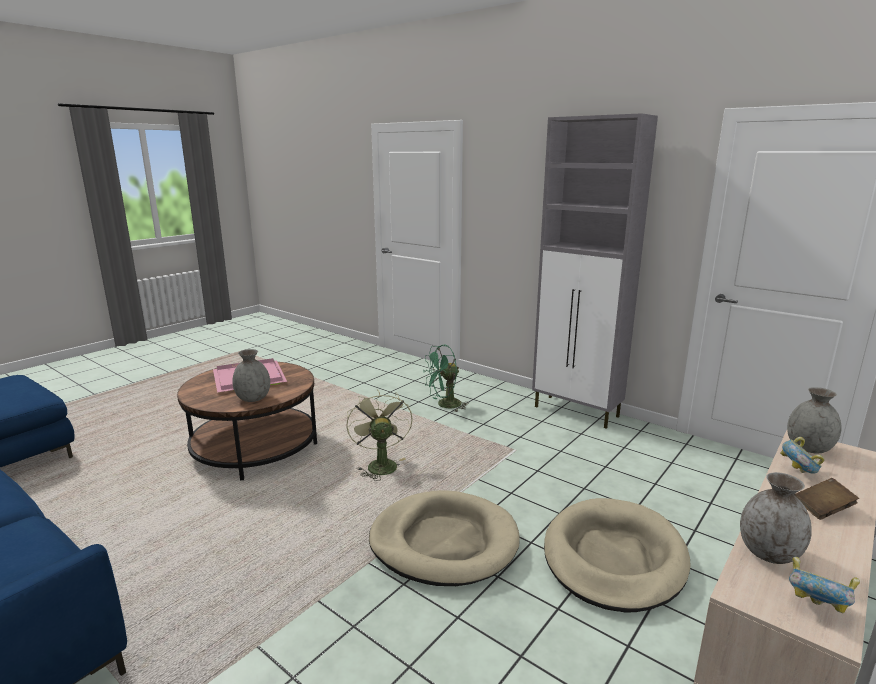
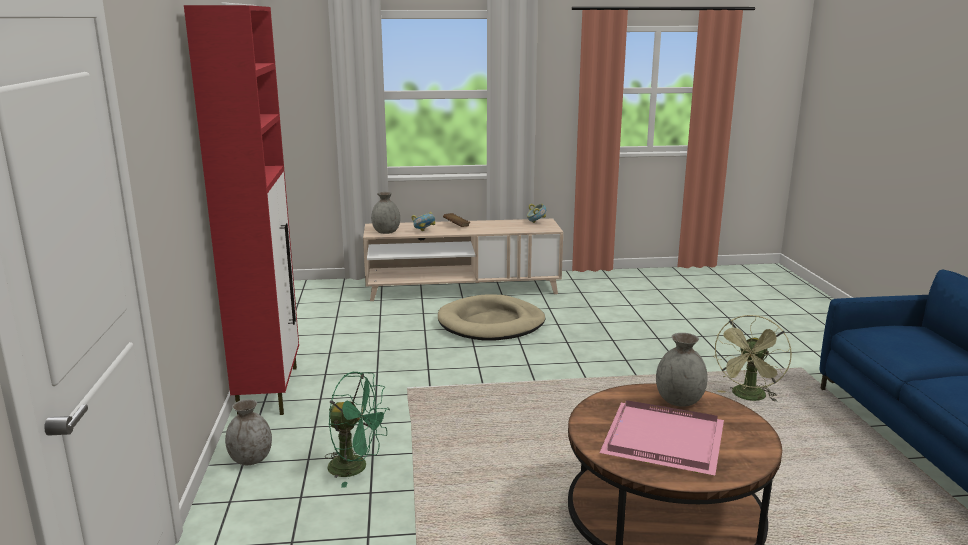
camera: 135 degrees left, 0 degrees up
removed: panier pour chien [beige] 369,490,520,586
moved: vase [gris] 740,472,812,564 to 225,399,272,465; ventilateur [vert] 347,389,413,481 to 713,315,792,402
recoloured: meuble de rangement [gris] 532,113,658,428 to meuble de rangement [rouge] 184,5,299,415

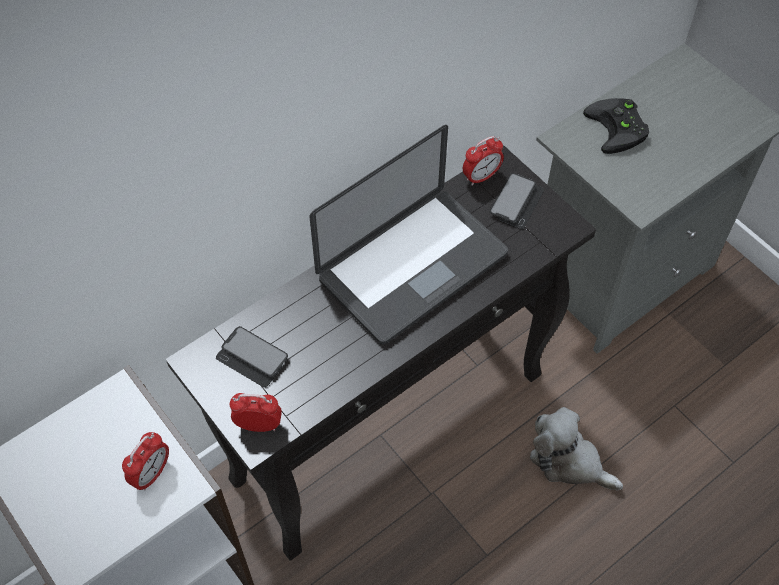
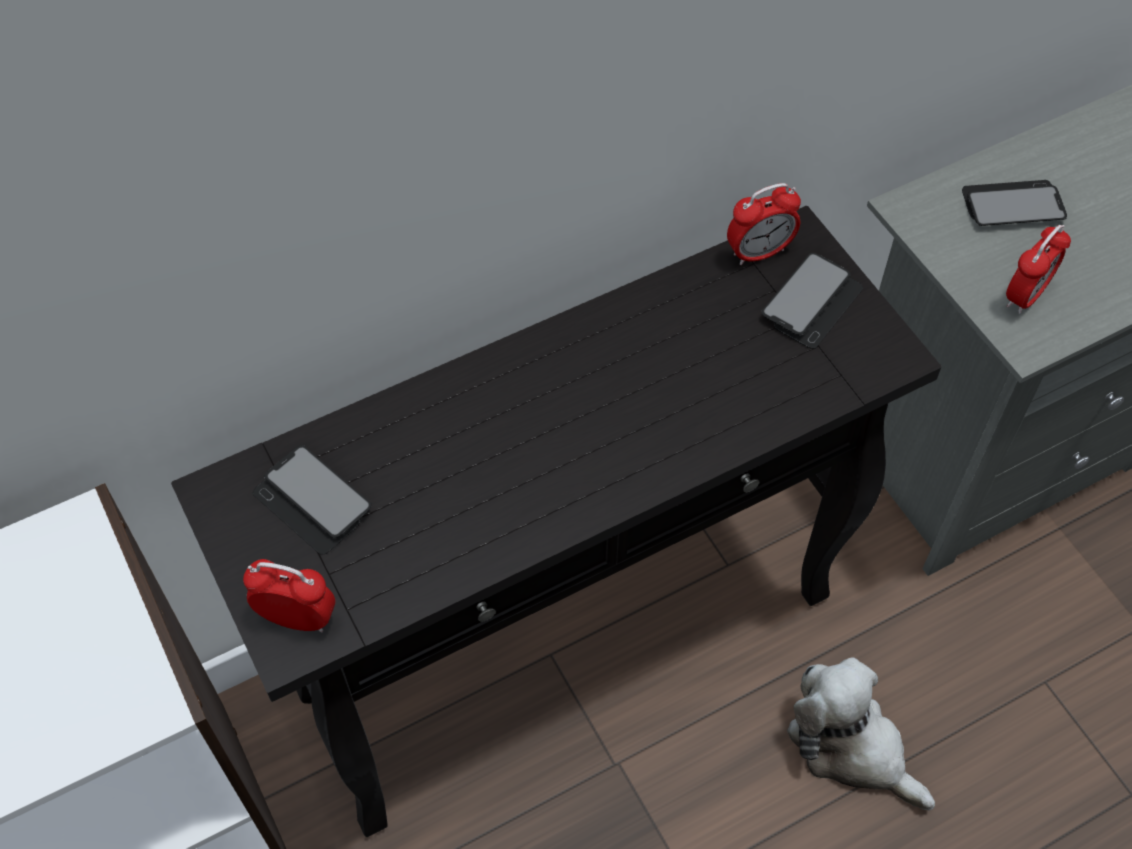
camera: 10 degrees right, 0 degrees up
removed: ordinateur portable 309,125,508,344
moved: réveil 122,432,169,491 to 1006,225,1071,314
replaced: manette [noir] 583,98,649,154 to téléphone 962,180,1067,226

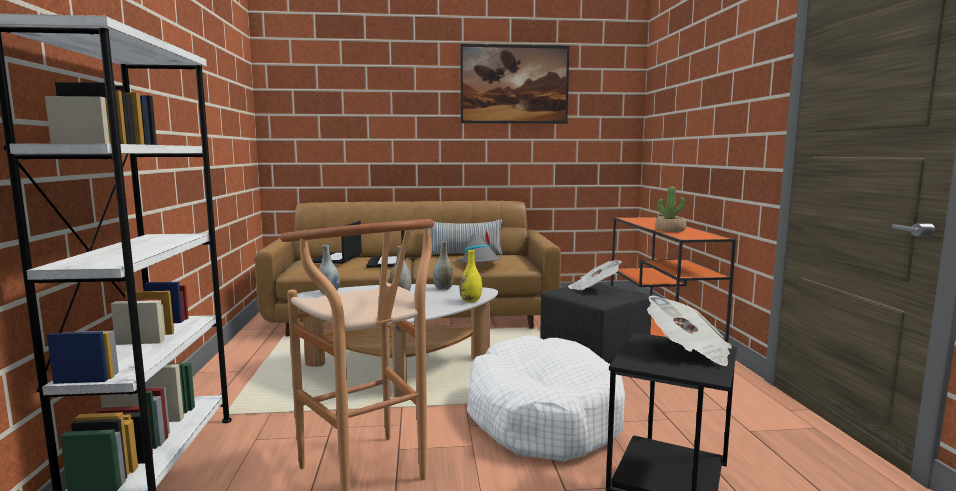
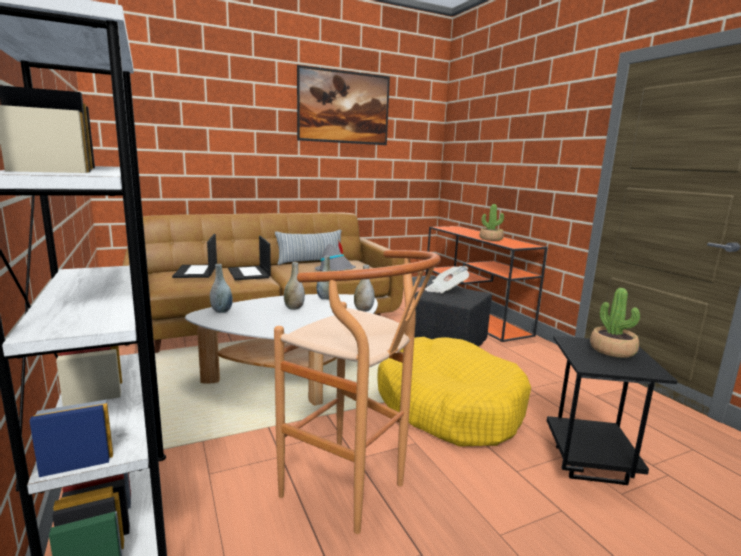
camera: 20 degrees left, 5 degrees up
replaced: journal 647,295,732,366 to plante en pot 590,288,640,358
recoloured: vase [jaune] 459,250,482,303 to vase [gris] 354,265,375,312; panier pour chien [blanc] 467,335,625,462 to panier pour chien [jaune] 377,337,531,447

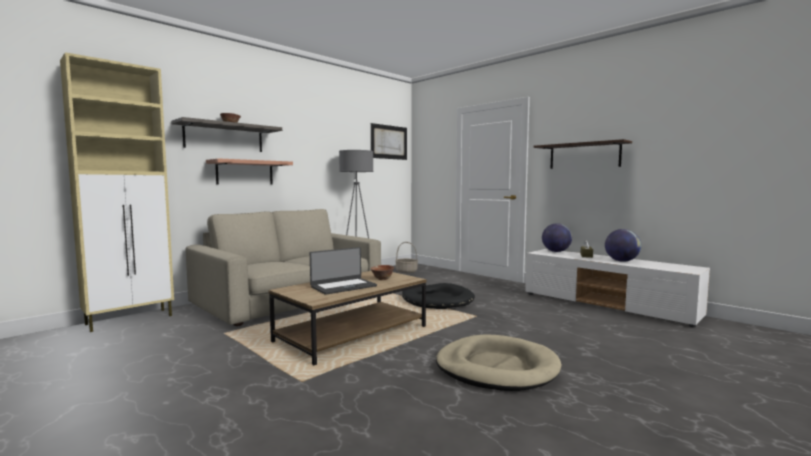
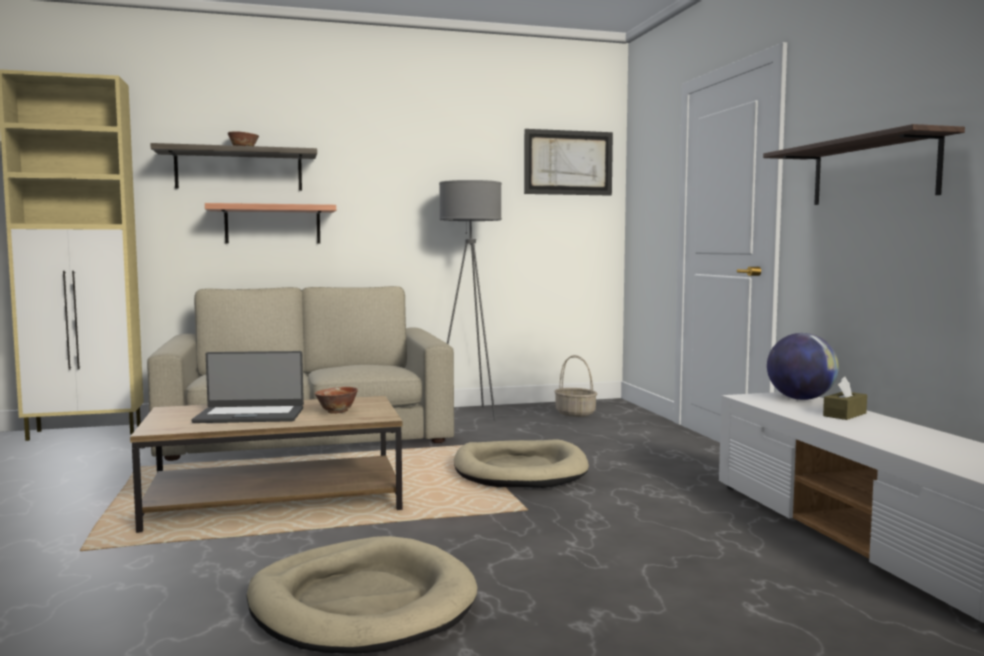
camera: 30 degrees right, 0 degrees up
removed: globe 605,229,641,262
recoloured: panier pour chien [noir] 402,283,475,309 to panier pour chien [beige] 454,439,589,488

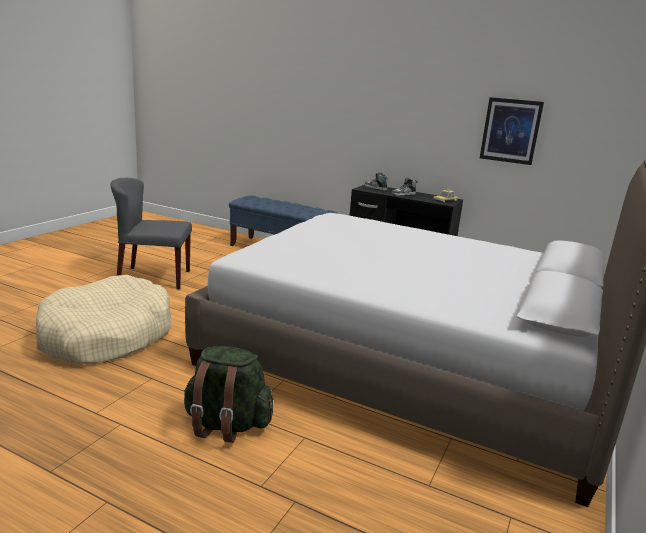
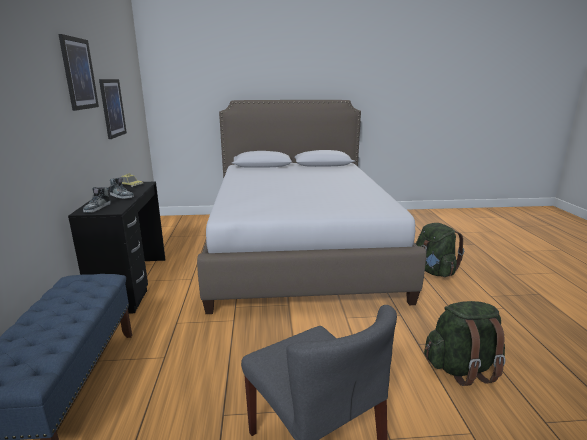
camera: 120 degrees left, 0 degrees up
added: tableau 58,34,99,111
replaced: panier pour chien [beige] 36,275,171,365 to sac à dos [vert] 424,301,505,386

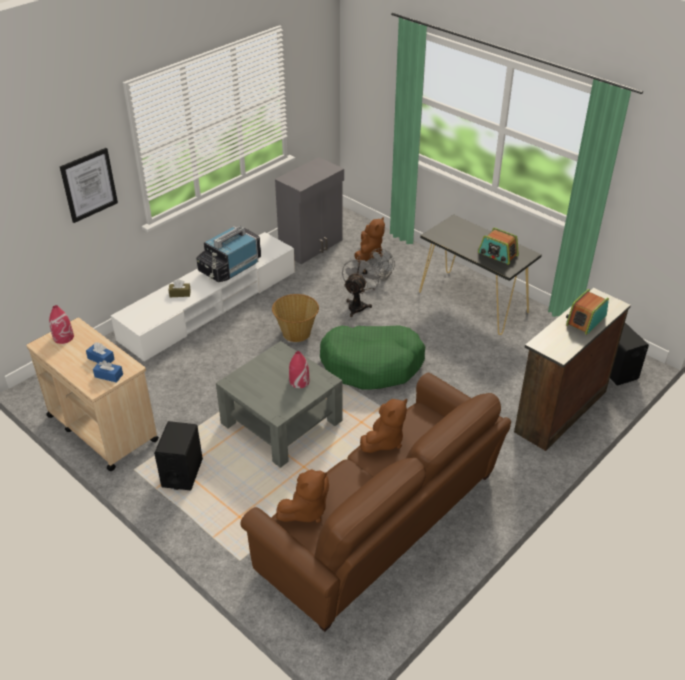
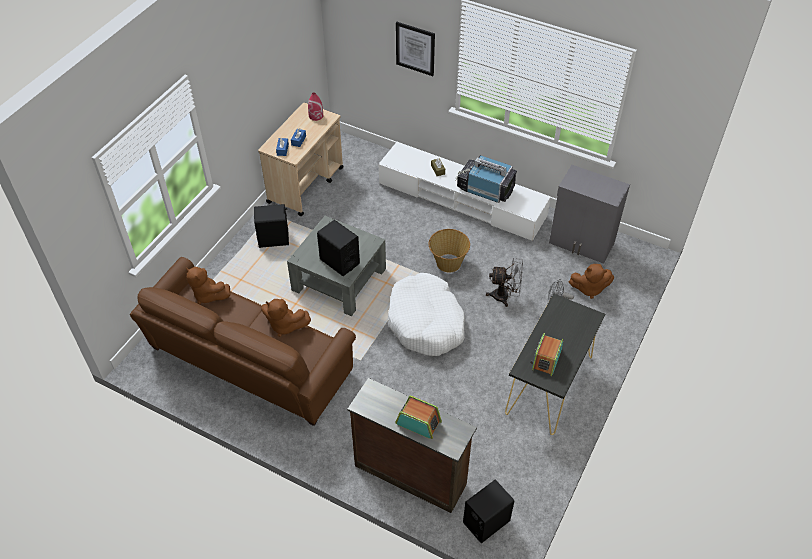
camera: 75 degrees right, 10 degrees up
replaced: vase [rouge] 289,351,309,388 to enceinte [noir] 317,220,360,276
recoloured: panier pour chien [vert] 320,325,425,389 to panier pour chien [blanc] 388,273,465,356

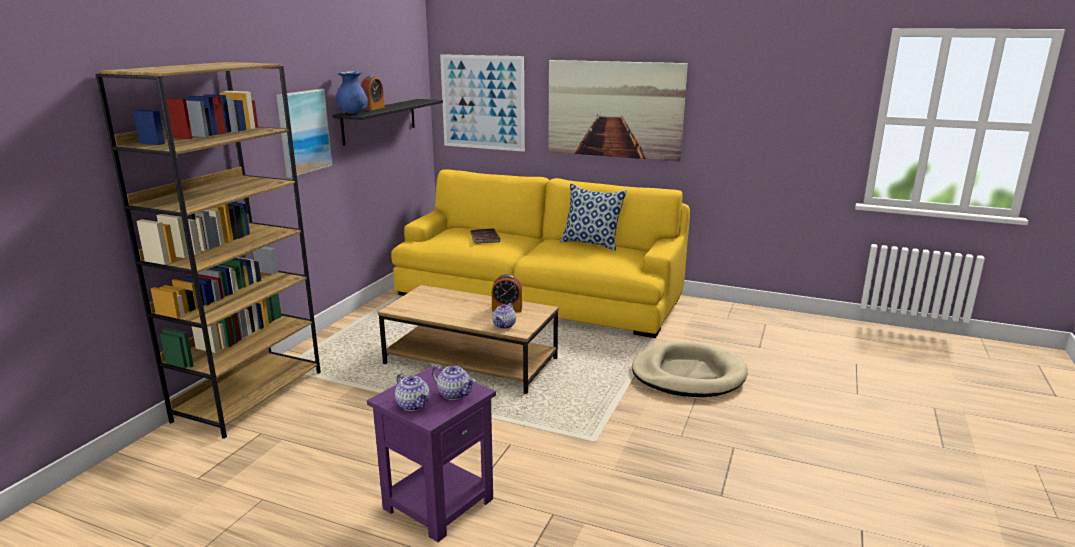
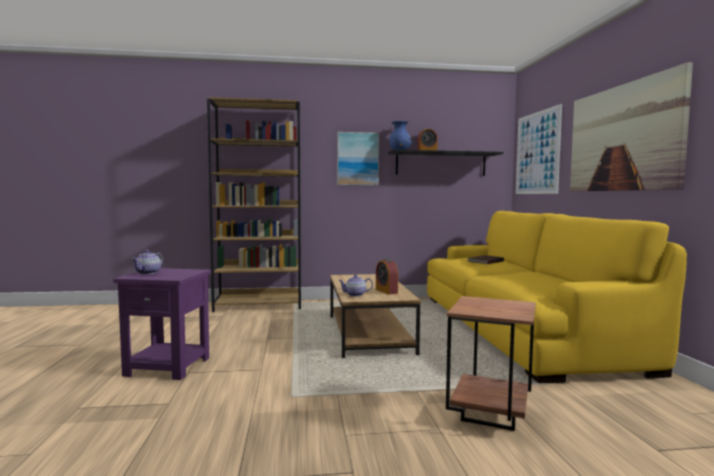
camera: 60 degrees right, 15 degrees down
removed: théière 432,365,475,400; coussin 560,184,627,251
replaced: panier pour chien [beige] 632,341,748,397 to table d'appoint [marron] 446,296,536,431

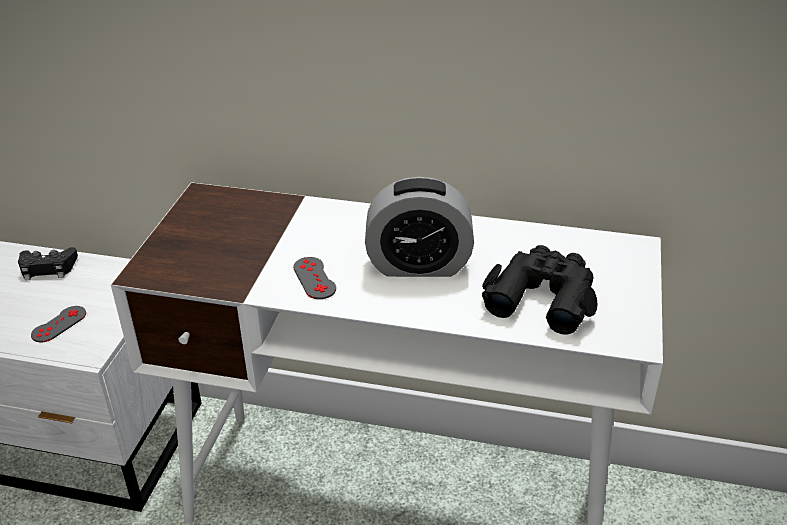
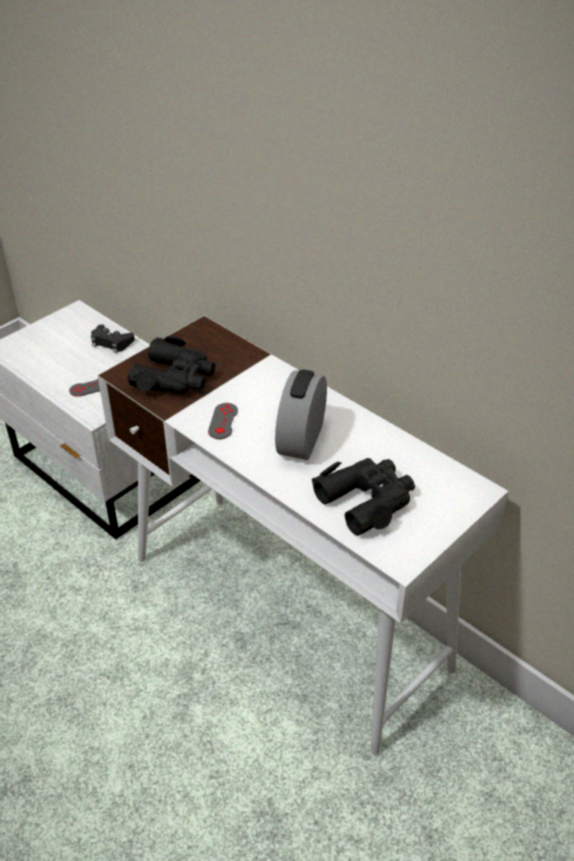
camera: 30 degrees right, 5 degrees up
added: jumelles [noir] 127,336,216,394
turned: réveil 365,177,474,277 = 275,369,327,460 75 degrees clockwise

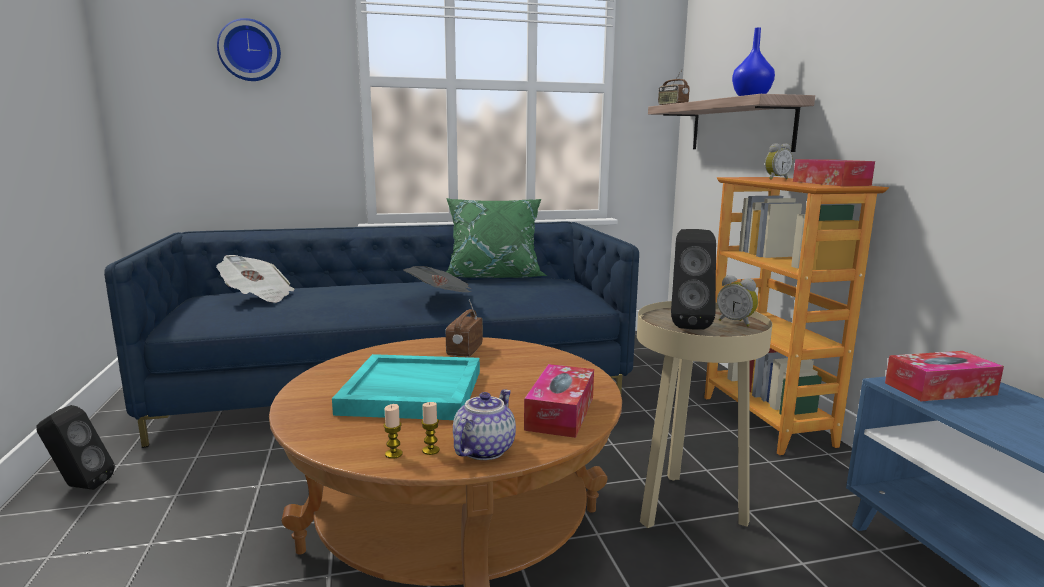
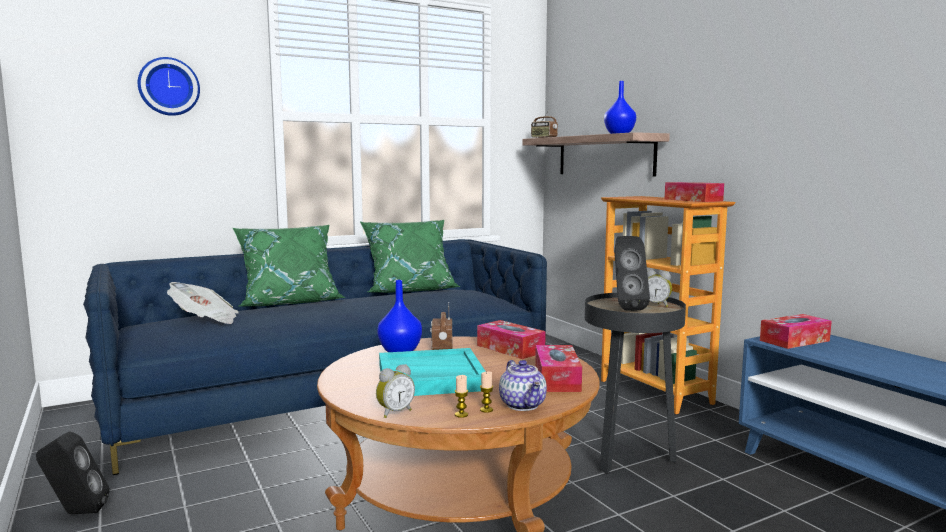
camera: 15 degrees left, 5 degrees down
removed: journal 404,266,471,292
added: coussin [vert] 233,225,346,306; vase [bleu] 377,280,422,352; boîte à mouchoirs 477,320,546,359
moved: réveil 765,143,793,180 to 376,364,415,418
recoloured: table d'appoint [beige] 637,301,772,528 to table d'appoint [noir] 585,293,686,473
turned: théière 453,390,516,460 = 499,360,547,411 150 degrees clockwise

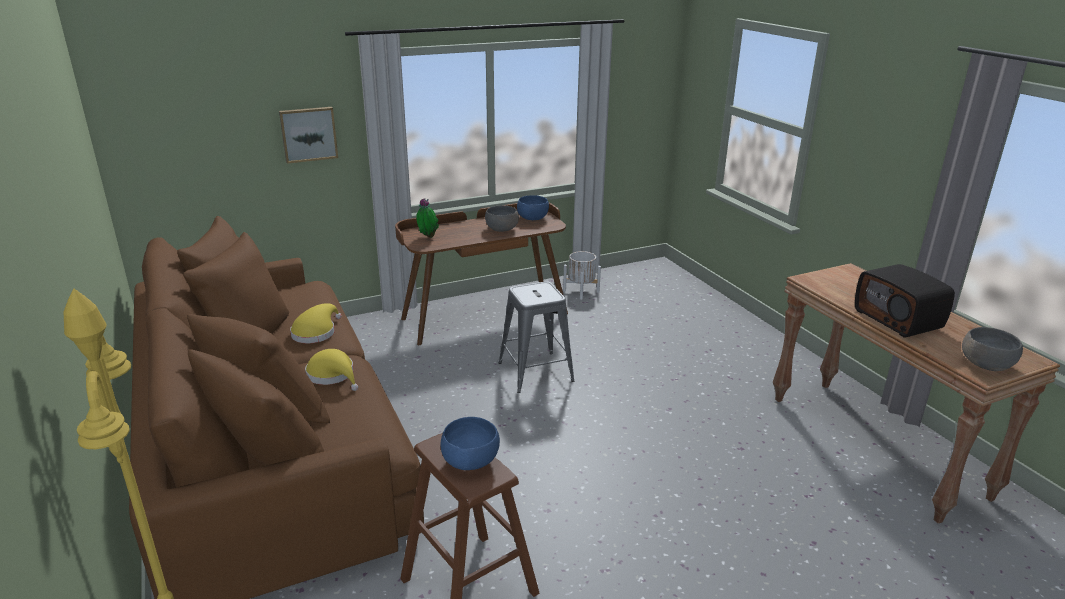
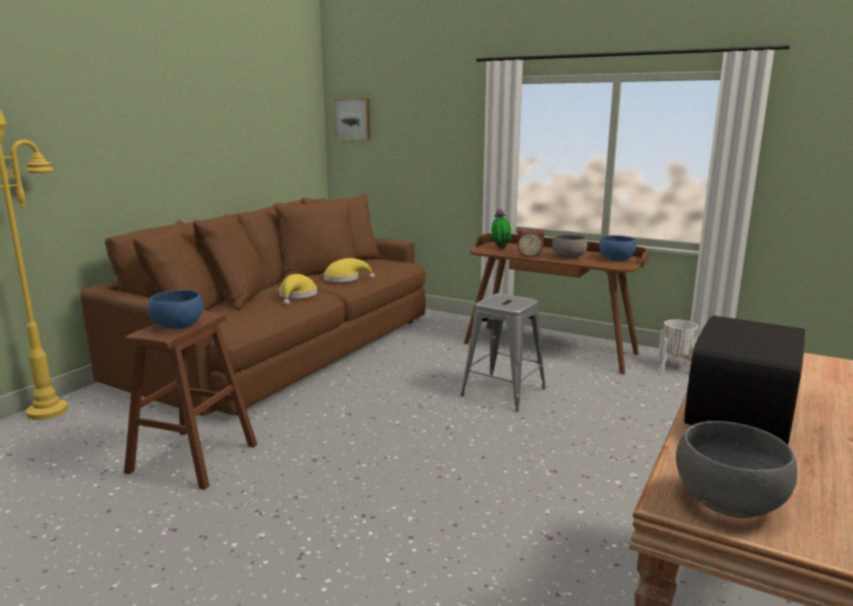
camera: 55 degrees right, 10 degrees down
added: réveil 517,228,544,257
moved: tableau 279,107,338,164 to 334,98,370,140

